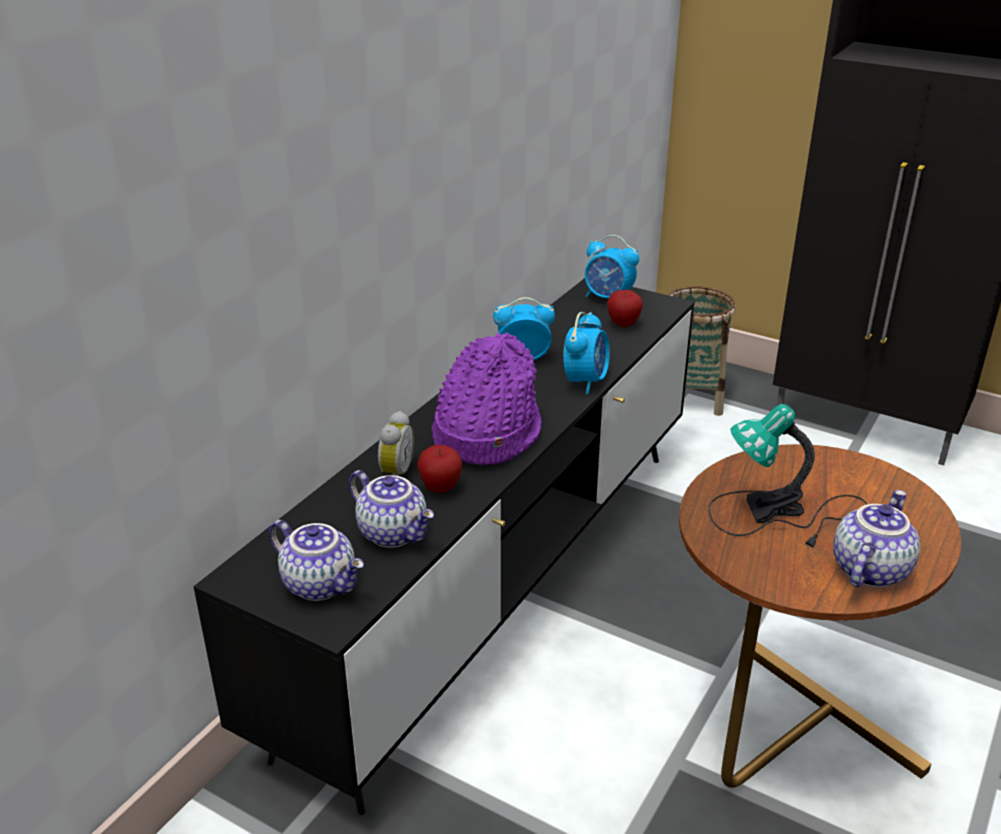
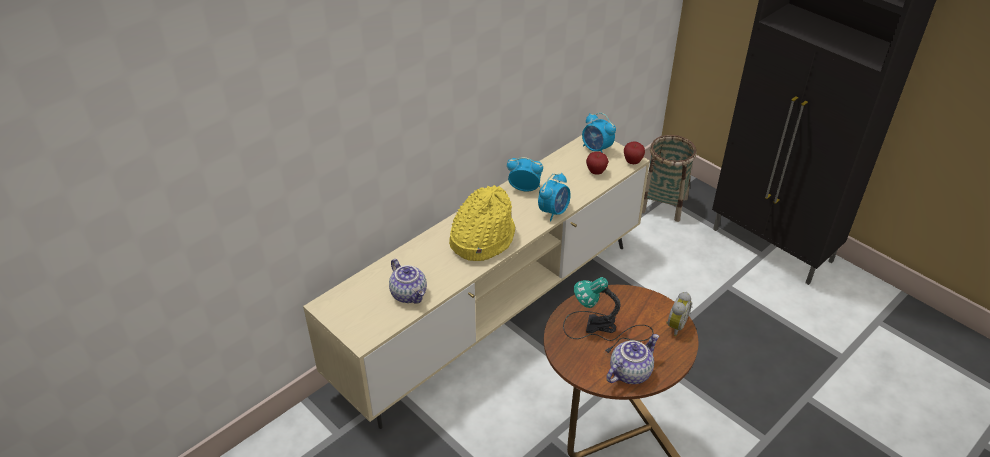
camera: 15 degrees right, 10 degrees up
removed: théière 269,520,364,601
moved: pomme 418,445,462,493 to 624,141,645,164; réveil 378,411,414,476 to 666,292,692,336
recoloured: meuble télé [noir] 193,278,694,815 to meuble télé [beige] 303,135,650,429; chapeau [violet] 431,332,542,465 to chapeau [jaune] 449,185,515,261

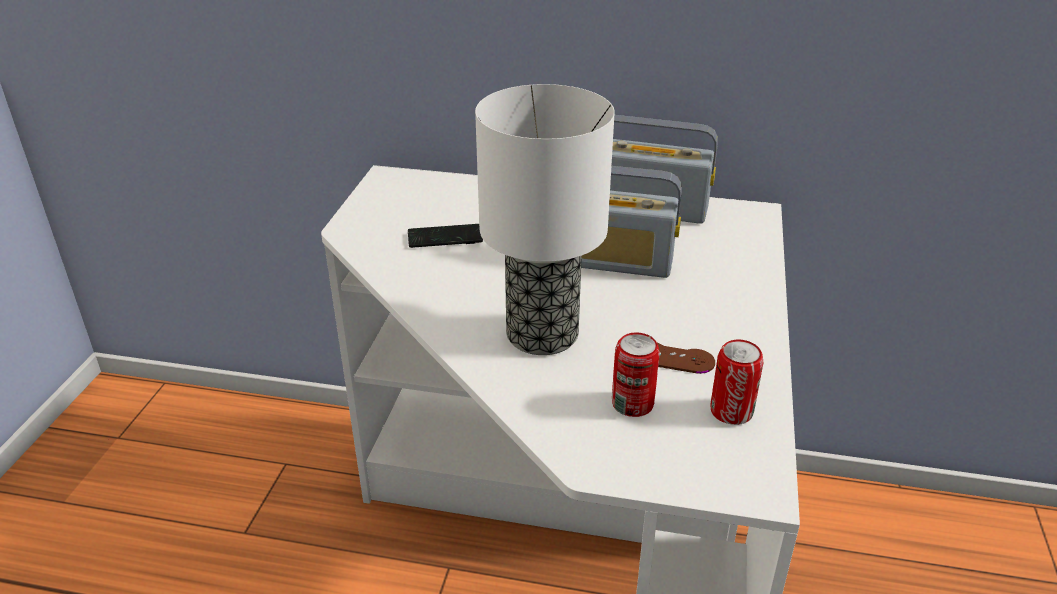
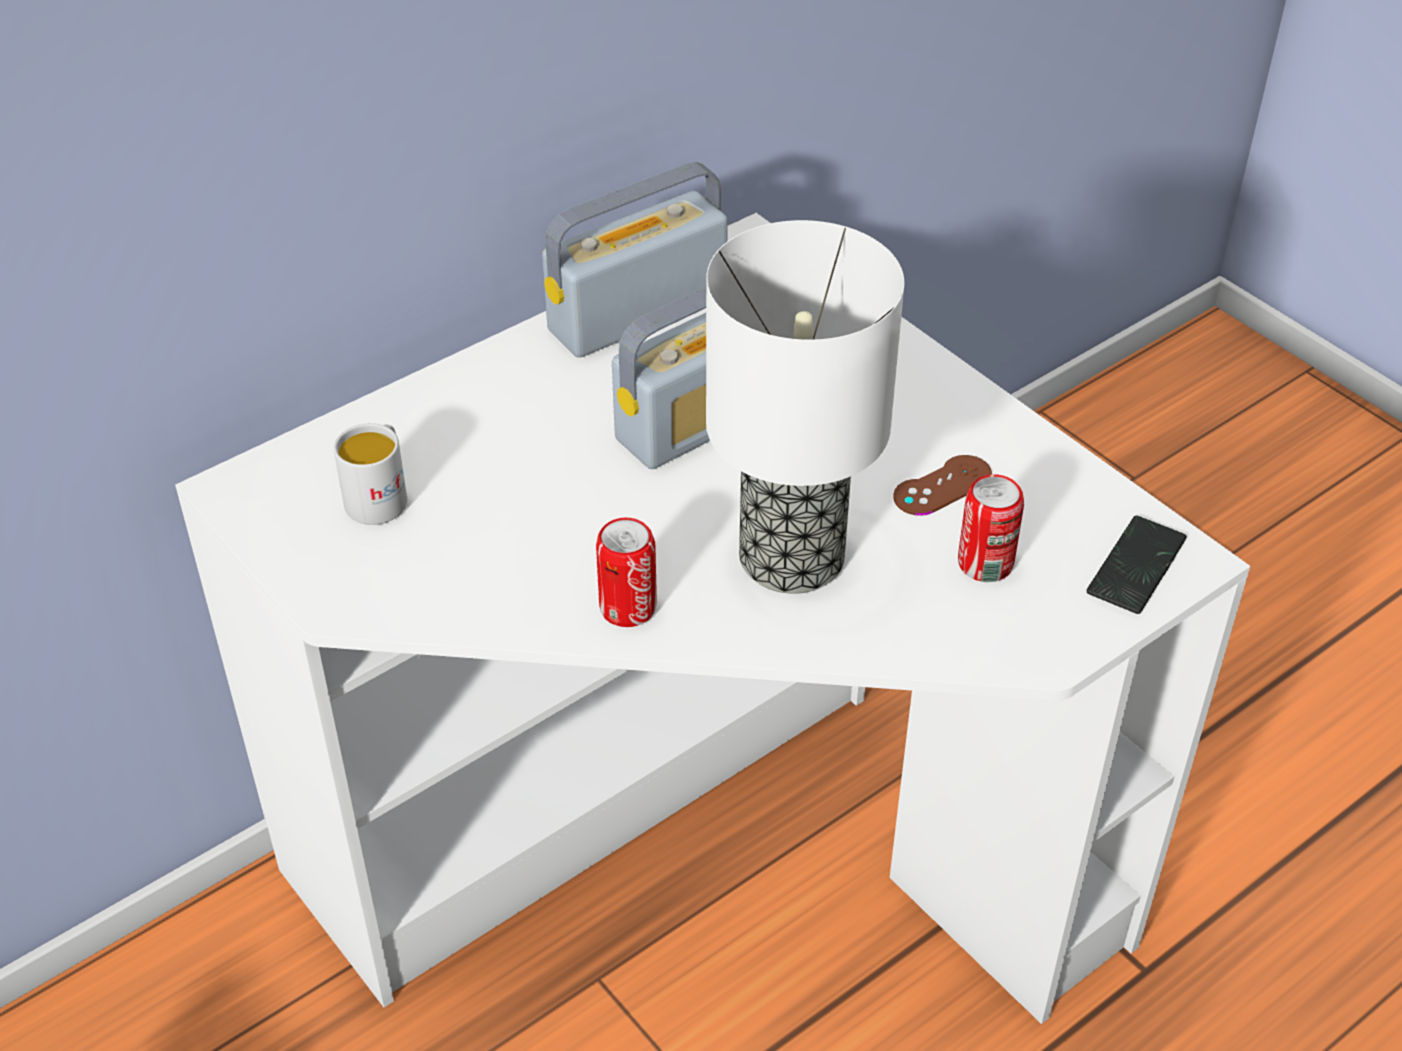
camera: 50 degrees left, 10 degrees up
added: mug [blanc] 334,423,407,525
moved: boîte métallique 711,340,763,425 to 596,518,657,627; téléphone 408,224,483,248 to 1087,515,1187,614

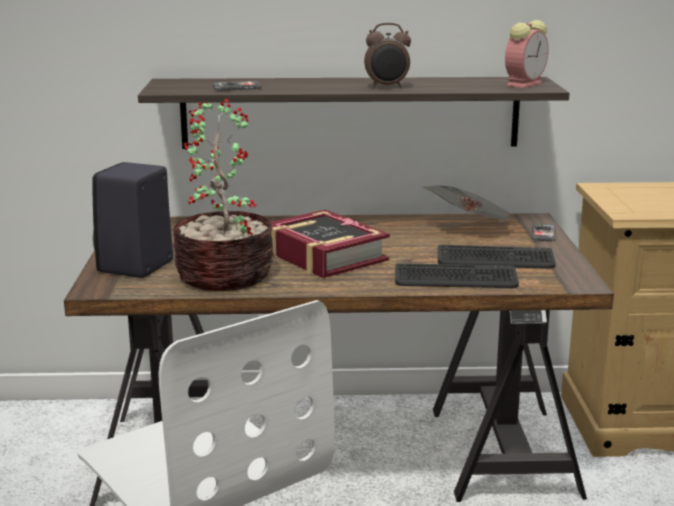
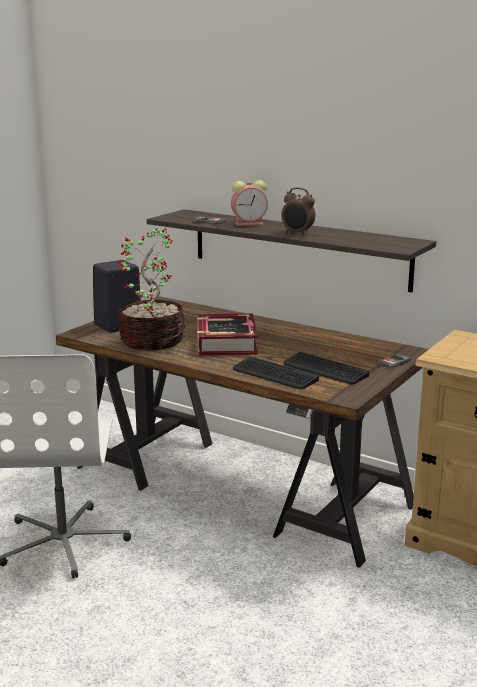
camera: 35 degrees right, 0 degrees up
removed: journal 423,185,513,220
moved: réveil 505,20,549,88 to 231,180,268,226

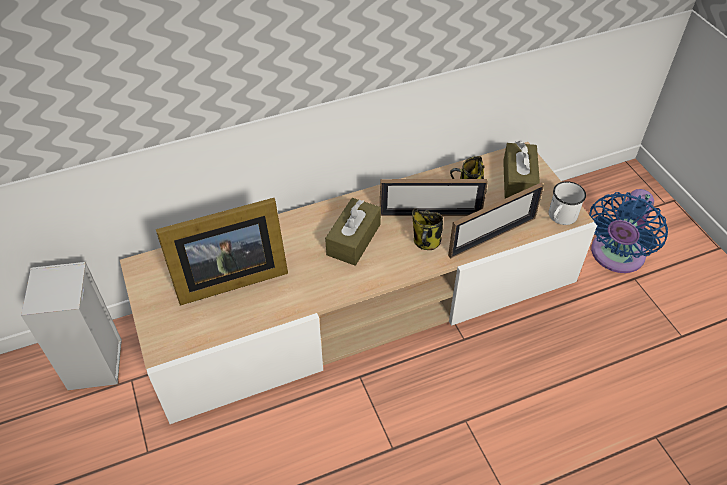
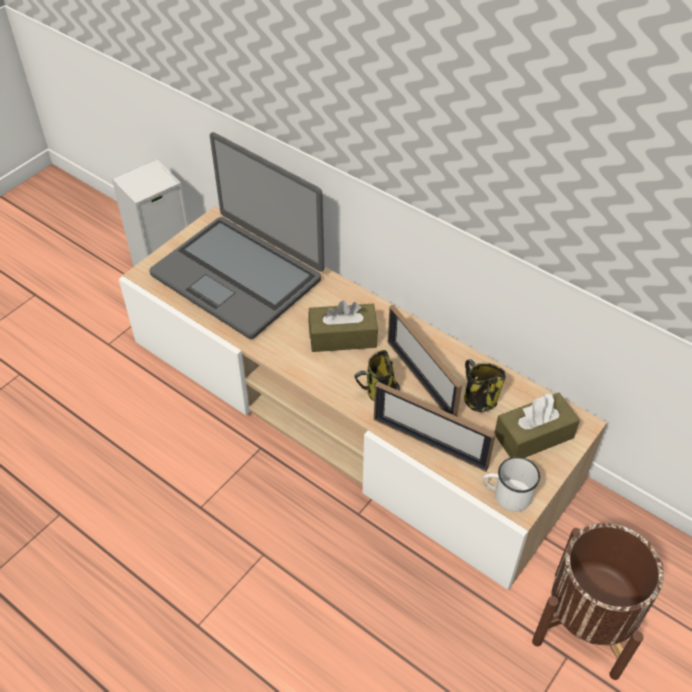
camera: 60 degrees right, 0 degrees up
replaced: cadre photo 156,198,288,306 to ordinateur portable 149,132,324,339; ventilateur [bleu] 589,189,668,273 to cache-pot [marron] 532,523,664,680

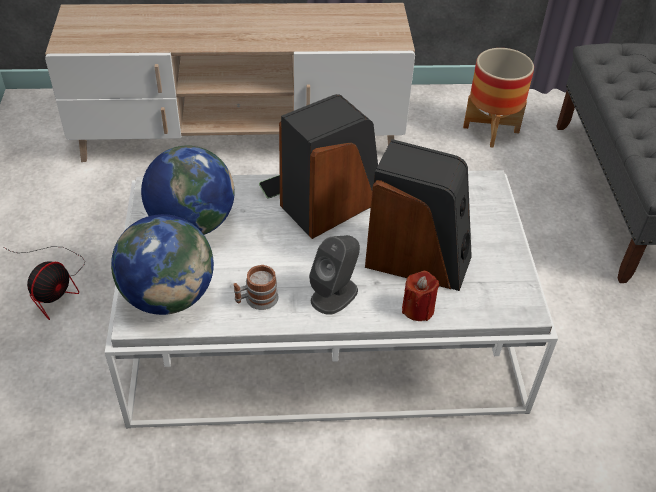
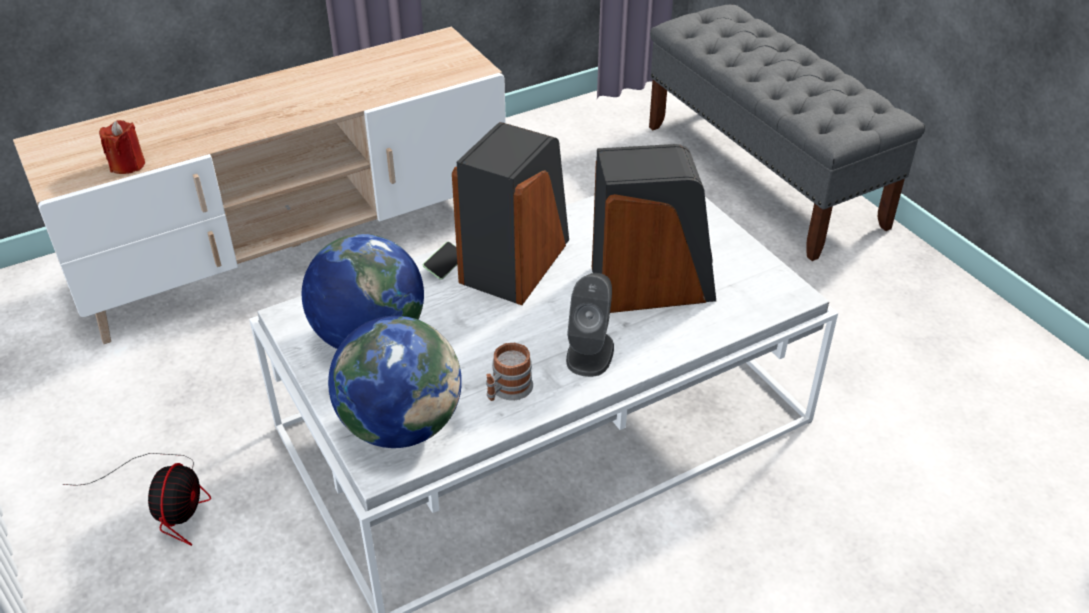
camera: 25 degrees left, 5 degrees down
removed: cache-pot 463,48,534,147
moved: bougie [rouge] 402,271,439,321 to 99,120,145,174

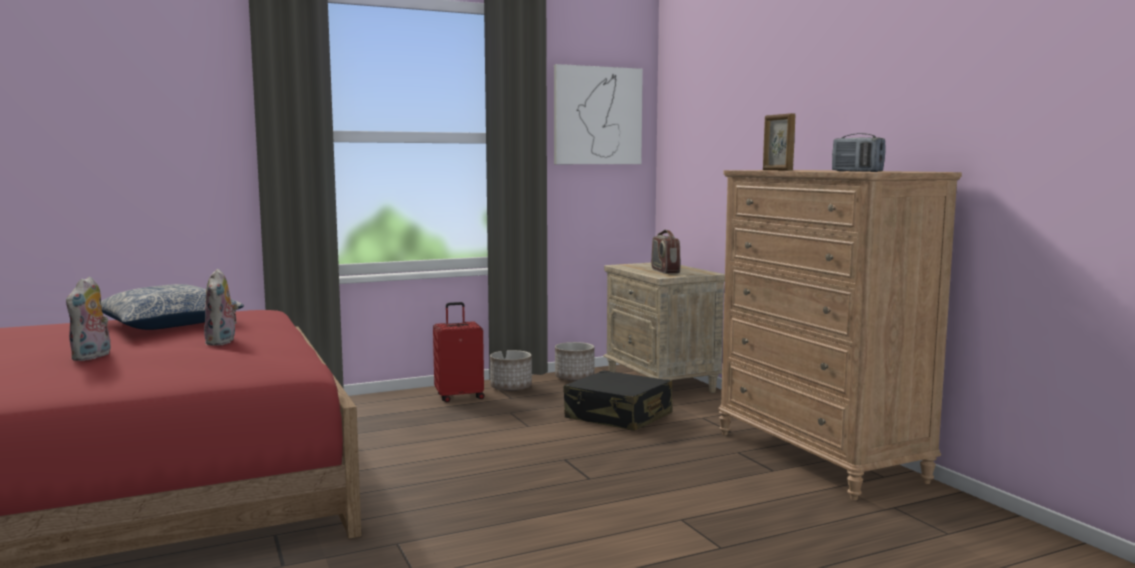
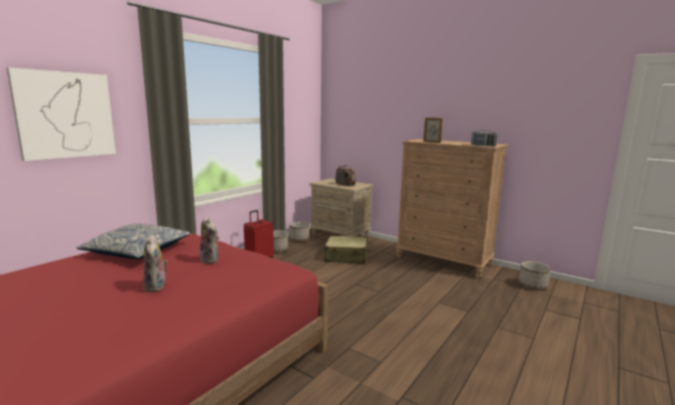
camera: 30 degrees left, 5 degrees up
added: cache-pot 519,261,550,290
moved: tableau 554,64,643,164 to 7,67,116,161
recoloured: valise [noir] 564,370,672,431 to valise [beige] 324,236,370,263

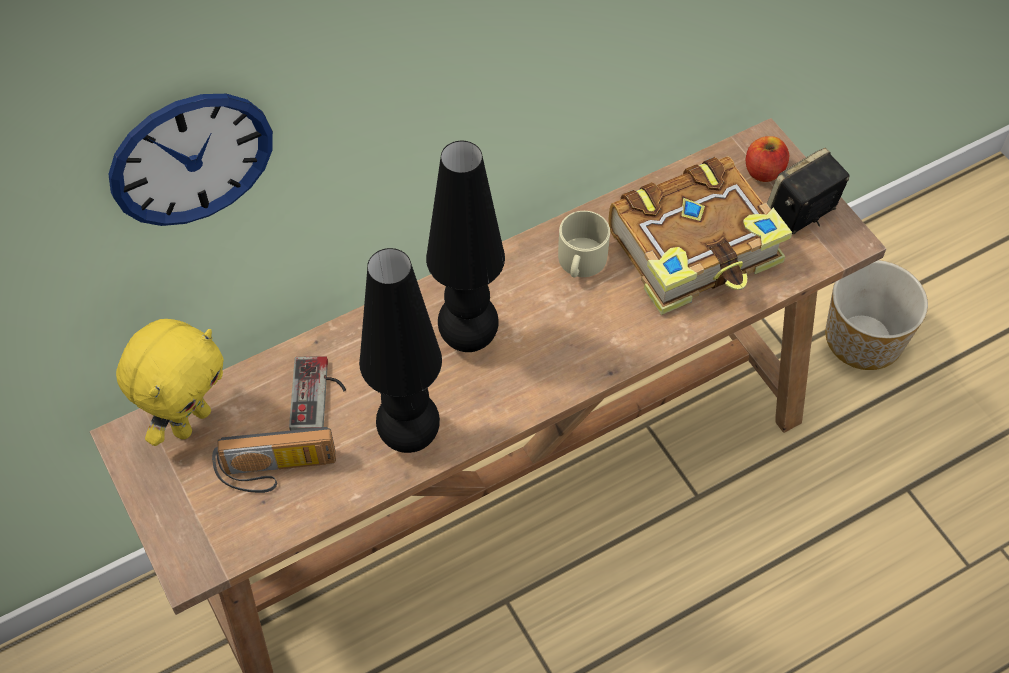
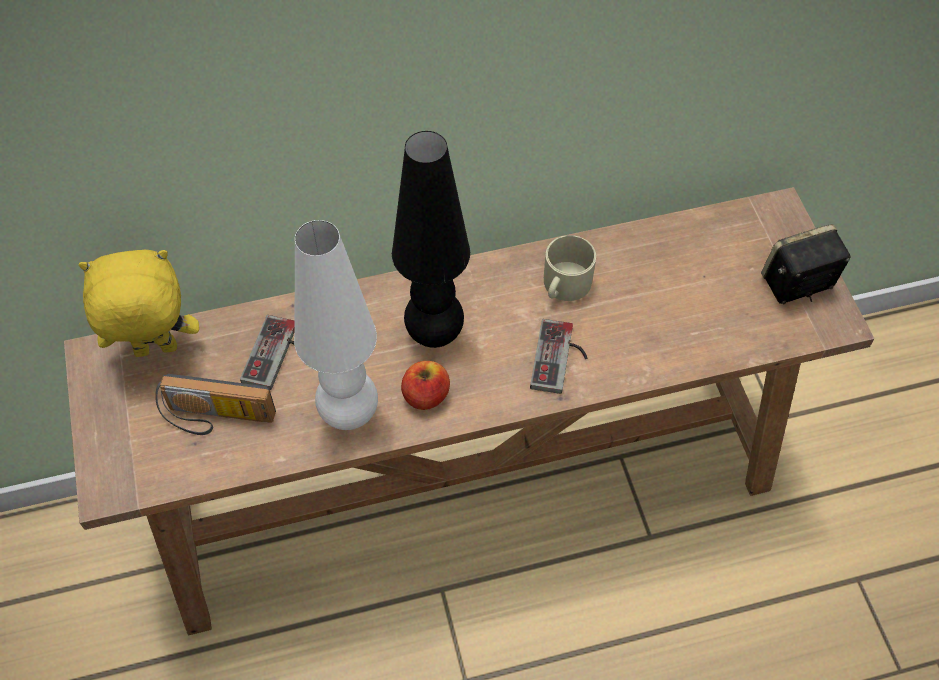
camera: 15 degrees right, 0 degrees up
removed: horloge murale 108,94,273,226; livre 608,156,792,315; cache-pot 825,260,928,370
added: manette 530,319,587,394
moved: pomme 746,136,789,182 to 401,361,450,410
recoloured: lampe de table [noir] 359,248,442,453 to lampe de table [blanc] 294,220,378,430
turned: peluche [jaune] 116,319,224,446 = 78,250,199,357 150 degrees counterclockwise

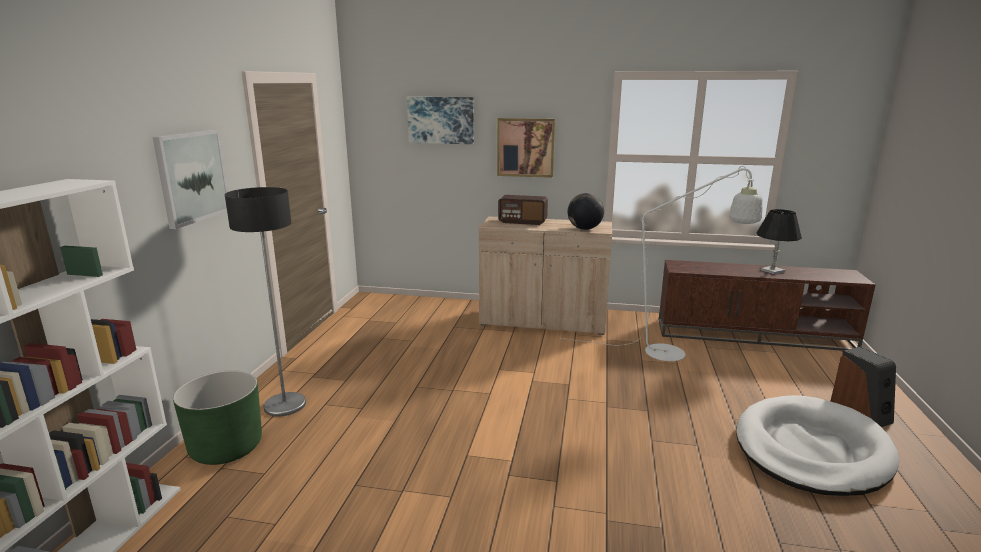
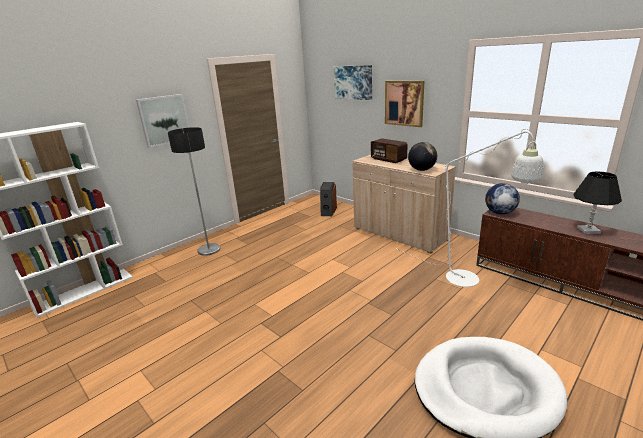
camera: 35 degrees right, 5 degrees up
removed: cache-pot [vert] 173,370,262,465
added: globe 485,183,520,214
moved: enceinte 831,346,896,427 to 320,182,337,216

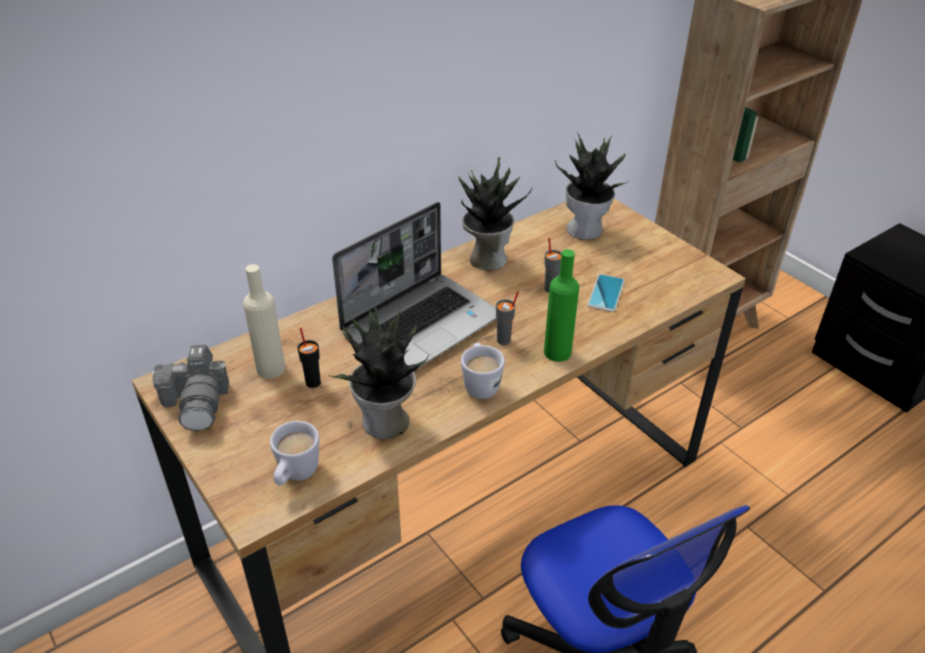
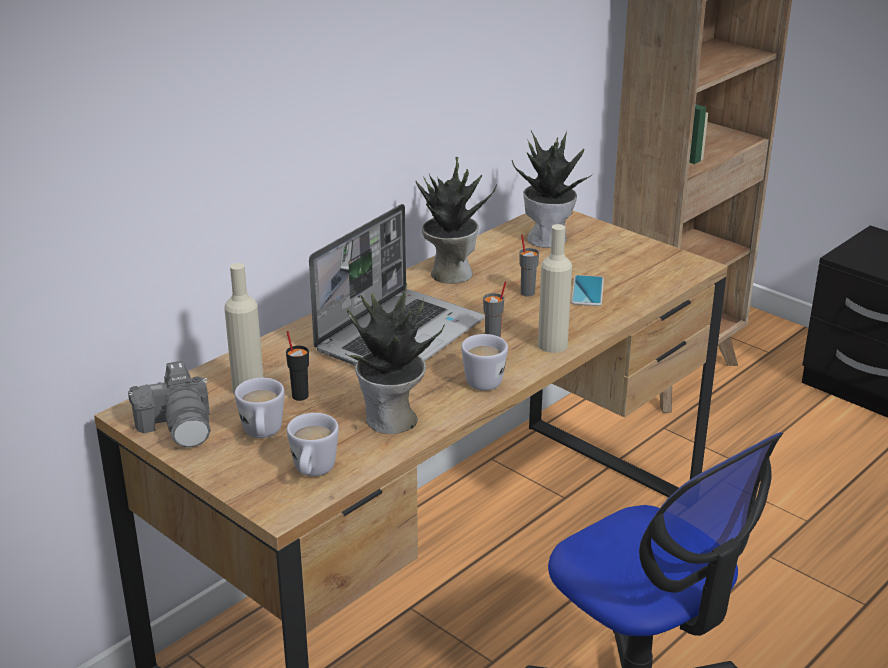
camera: 10 degrees left, 10 degrees down
added: mug [blanc] 235,378,285,438
recoloured: bouteille [vert] 544,249,579,362 to bouteille [beige] 538,224,572,353

